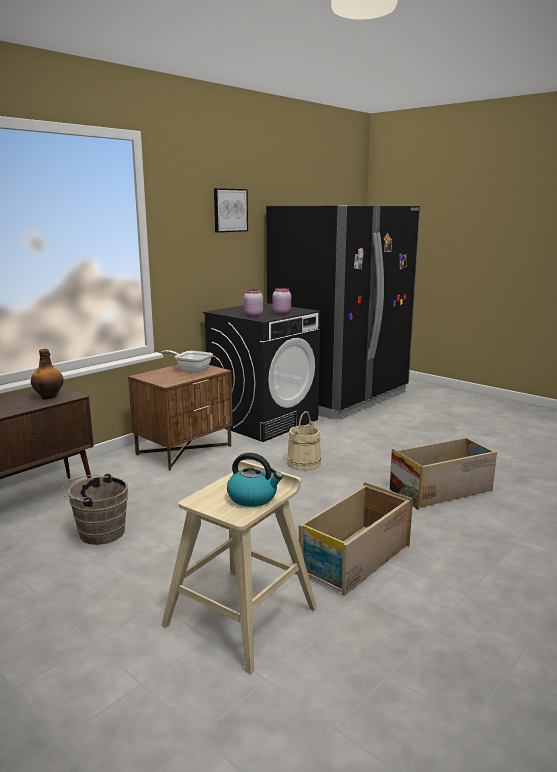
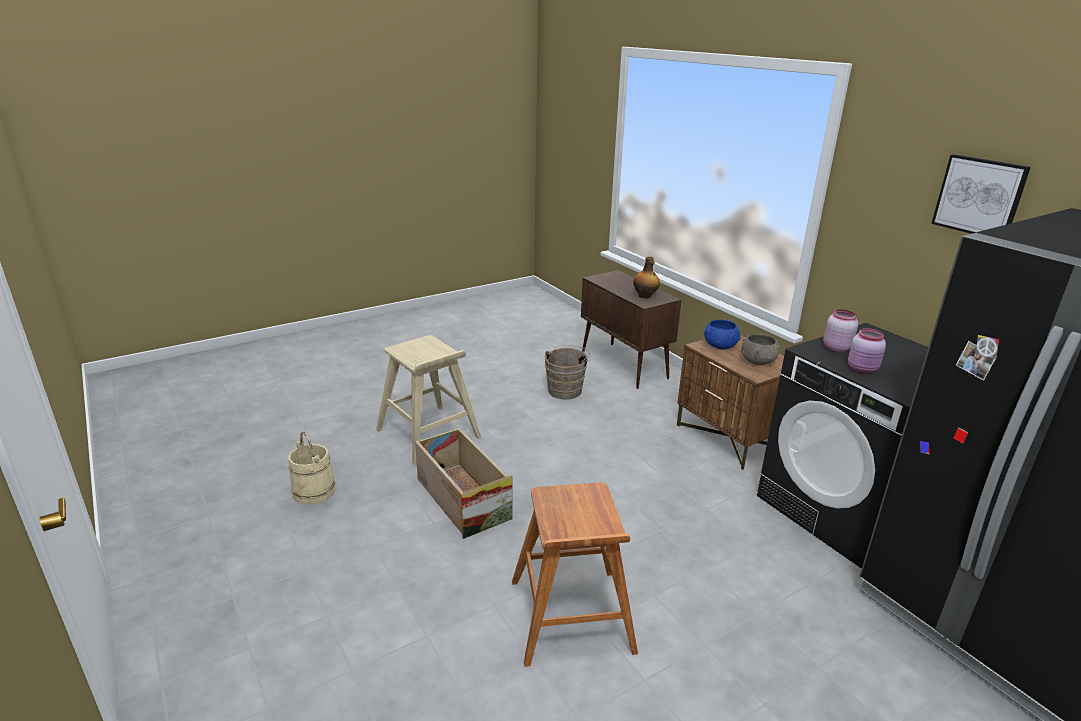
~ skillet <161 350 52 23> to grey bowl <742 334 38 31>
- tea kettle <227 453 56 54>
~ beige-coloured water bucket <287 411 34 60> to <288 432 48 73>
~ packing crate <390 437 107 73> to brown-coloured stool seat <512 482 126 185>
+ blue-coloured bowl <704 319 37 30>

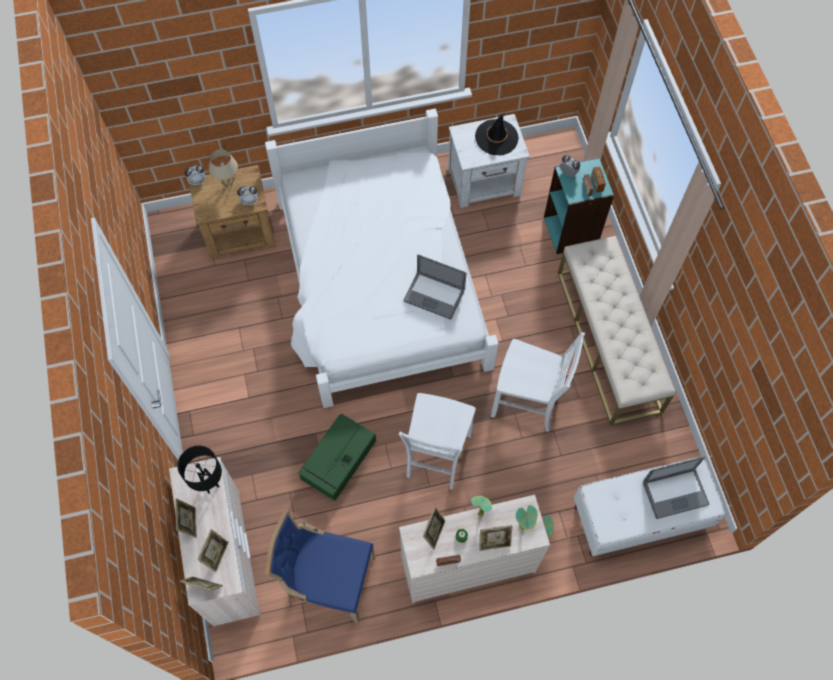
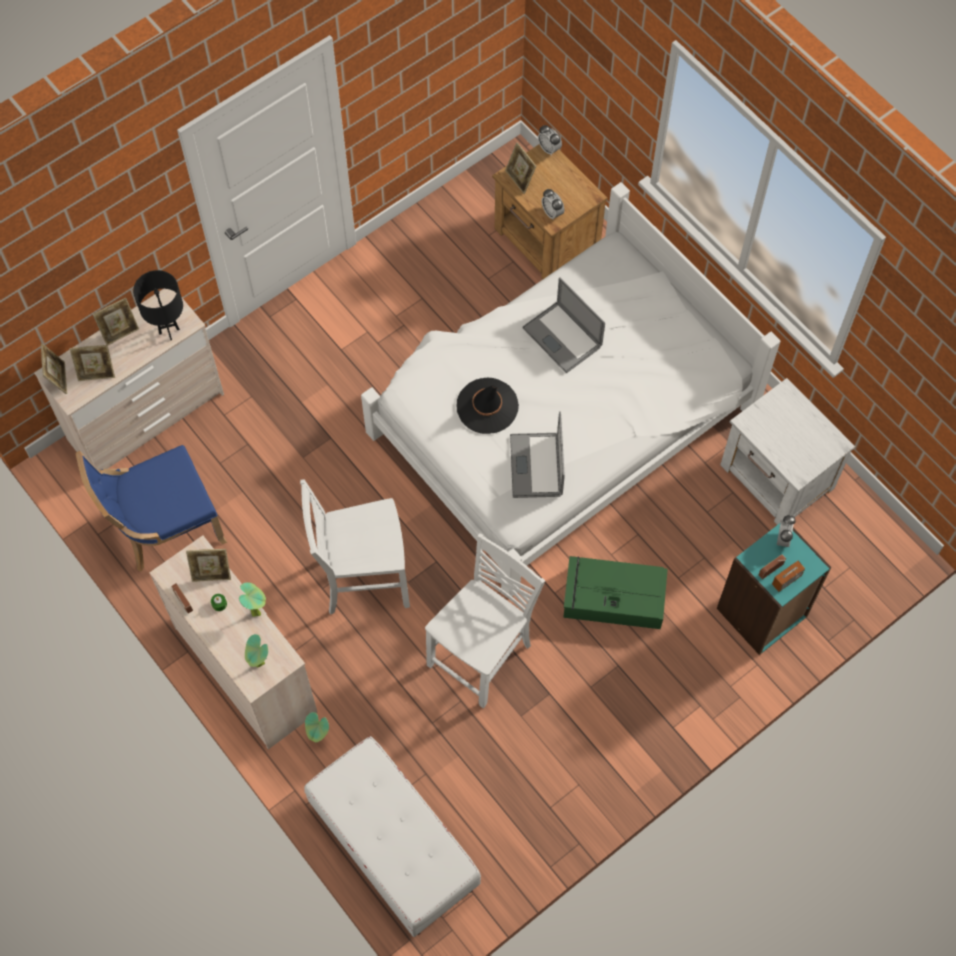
- beige-coloured table lamp <209 149 29 40>
~ blue-coloured plain chair <265 510 111 114> = <76 445 151 127> 105 degrees counterclockwise
~ greenish storage box <298 413 78 88> to <563 556 105 73>
~ black clothing hat <475 113 44 42> to <457 378 62 56>
~ photo frame <480 525 33 26> to <505 142 31 52>
~ white plain chair <491 332 94 100> = <425 533 120 175> 135 degrees counterclockwise
- beige-coloured long seat <558 236 118 189>
~ laptop <643 456 66 63> to <523 277 82 96>

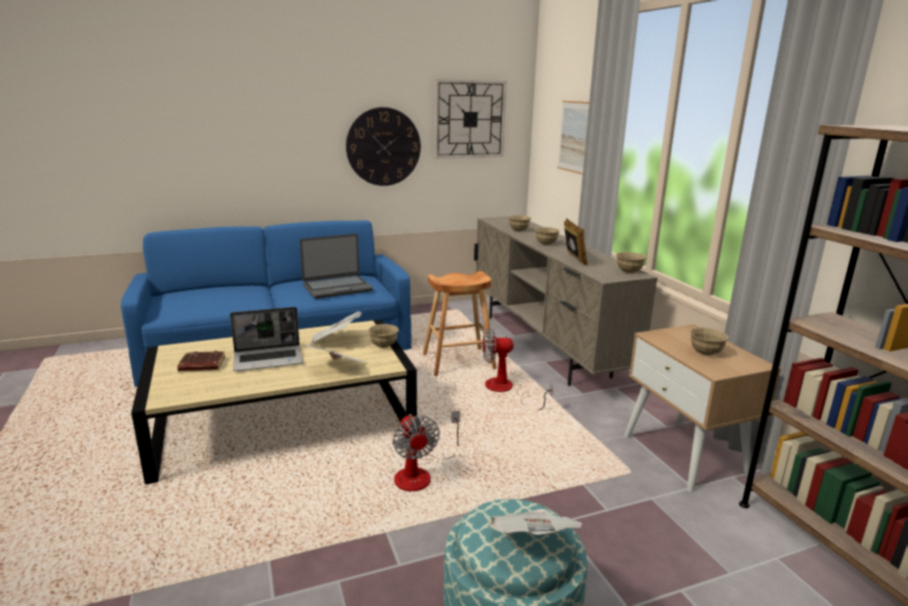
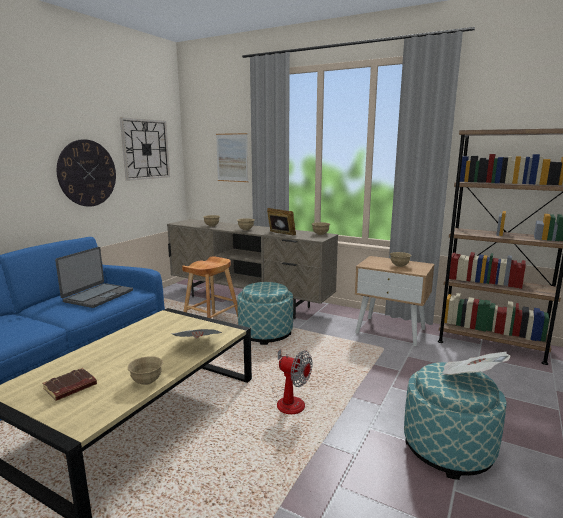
- laptop <230 307 73 64>
- daily paper <310 311 51 33>
~ beige-coloured bowl <368 324 31 24> to <128 356 35 29>
~ cooling fan <483 328 70 82> to ottoman <238 282 55 63>

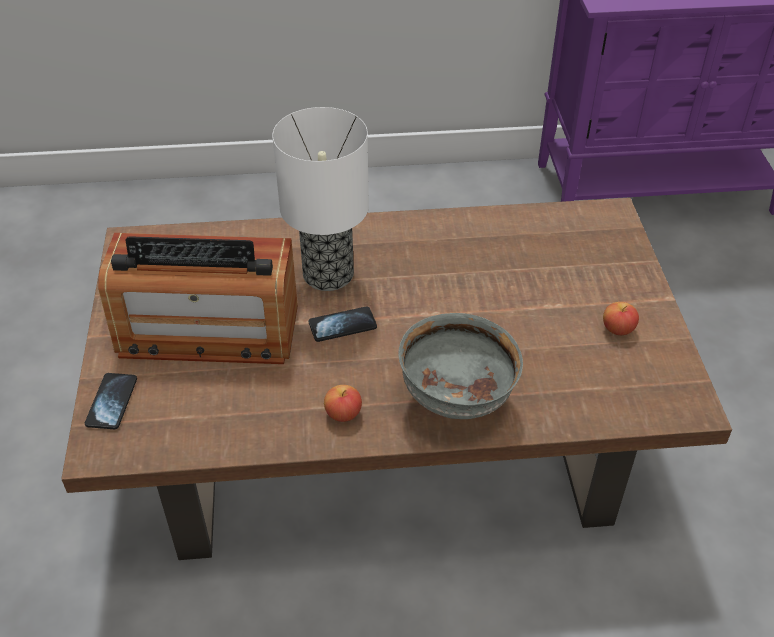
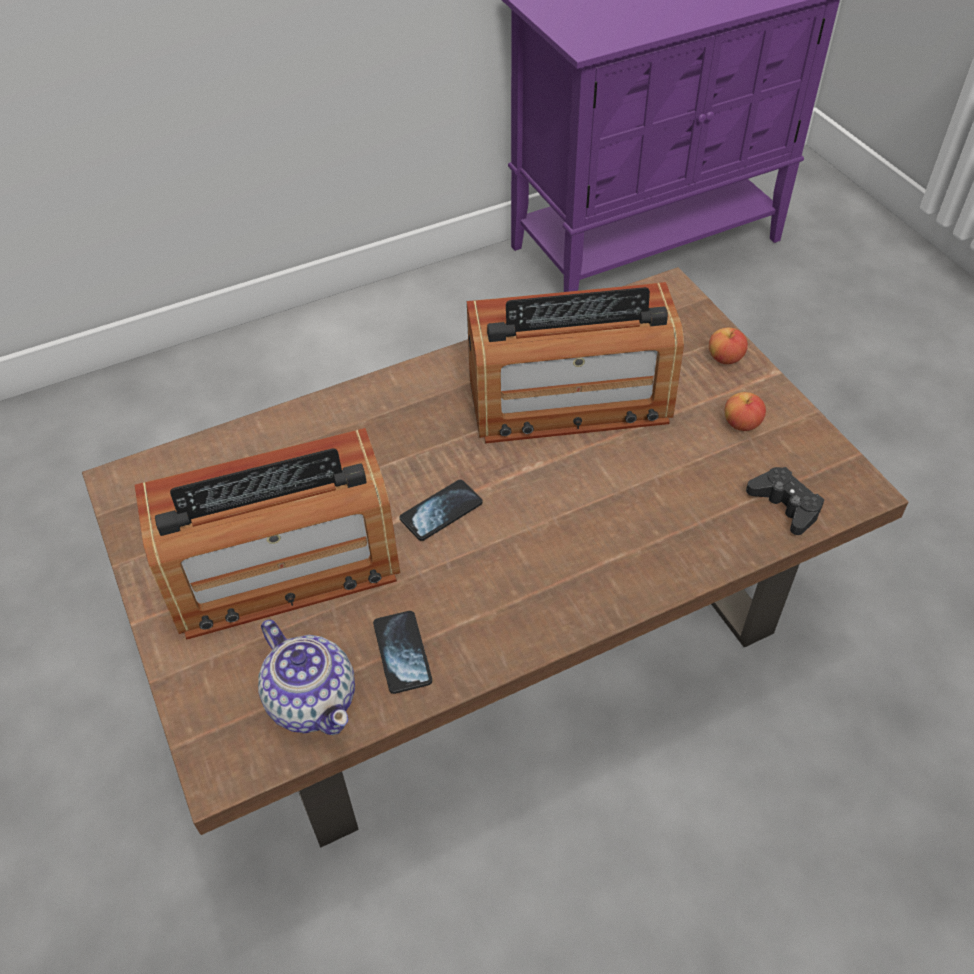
~ handset <85 373 52 56> to <373 611 59 83>
- table lamp <272 107 97 184>
~ whole apple <324 385 38 37> to <709 328 39 36>
- grey bowl <399 313 124 106>
+ teapot <258 619 97 116>
+ radio <467 282 217 161>
+ black joypad <746 467 78 68>

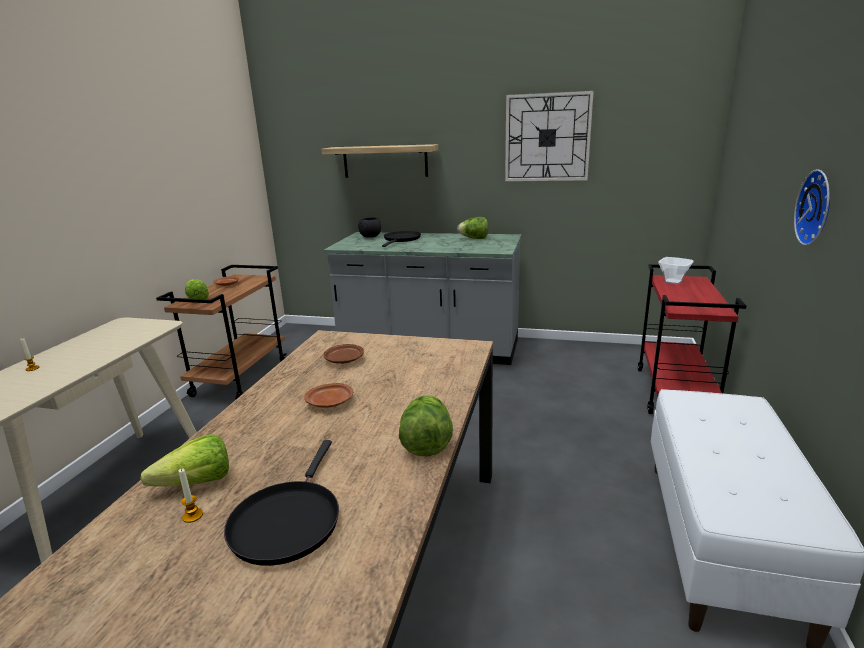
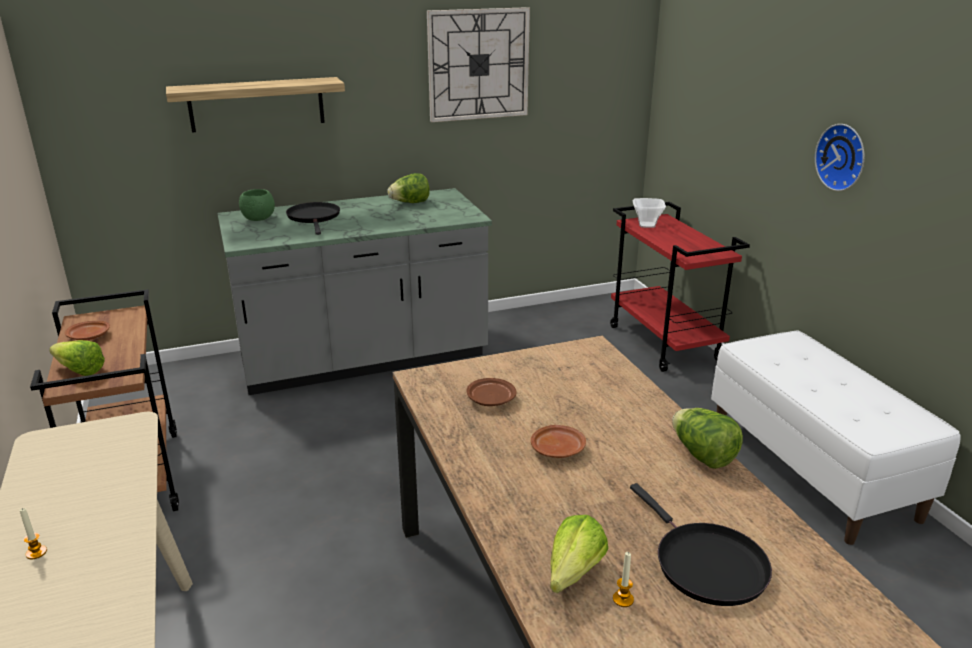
~ black bowl <358 217 23 21> to greenish bowl <239 189 36 32>

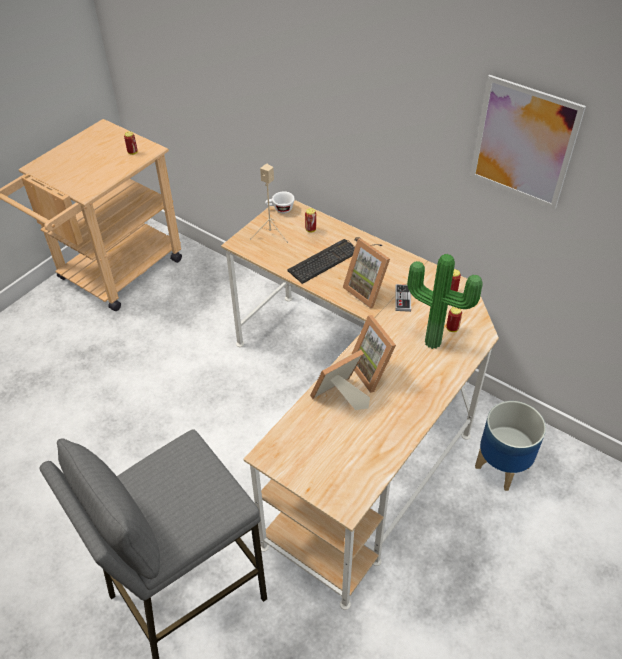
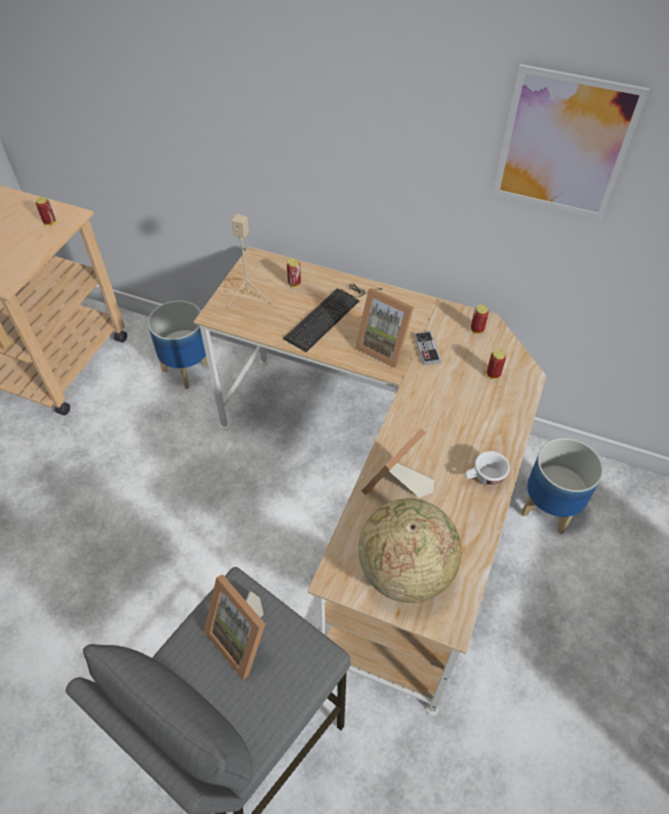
~ white small cup <265 191 30 22> to <465 451 45 35>
~ photo frame <351 315 45 78> to <204 574 61 106>
- houseplant <407 254 76 95>
+ plant pot <148 300 61 89>
+ globe <358 498 104 105>

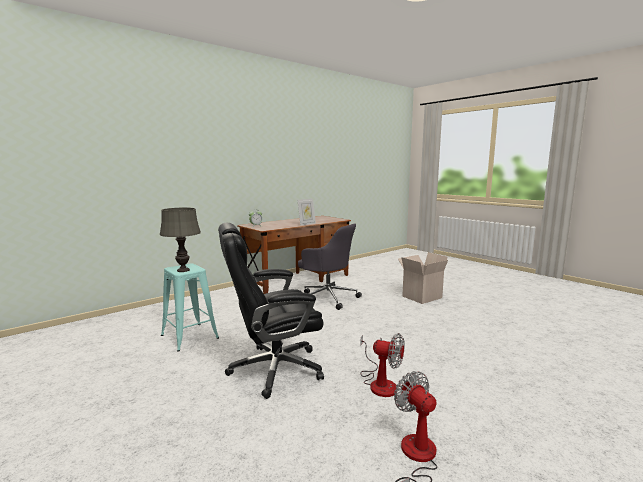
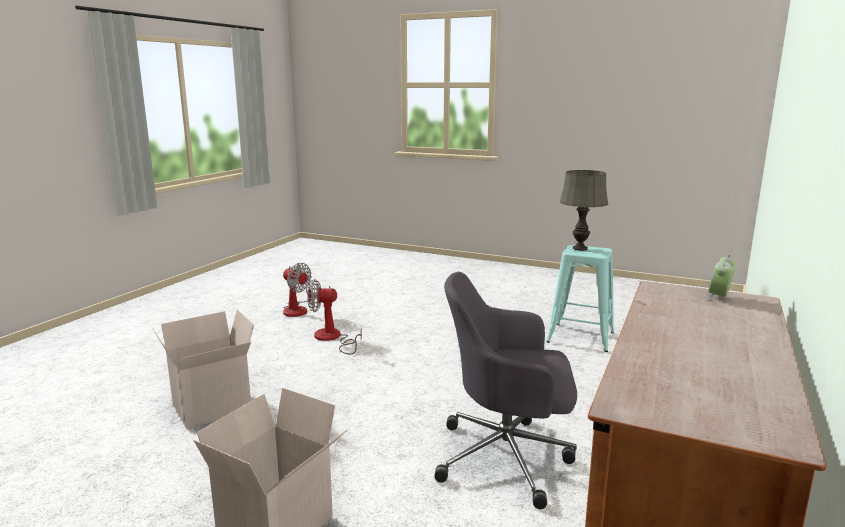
- black computer chair <218 223 106 176>
- photo frame <298 199 18 27>
+ cardboard box <152 309 102 120>

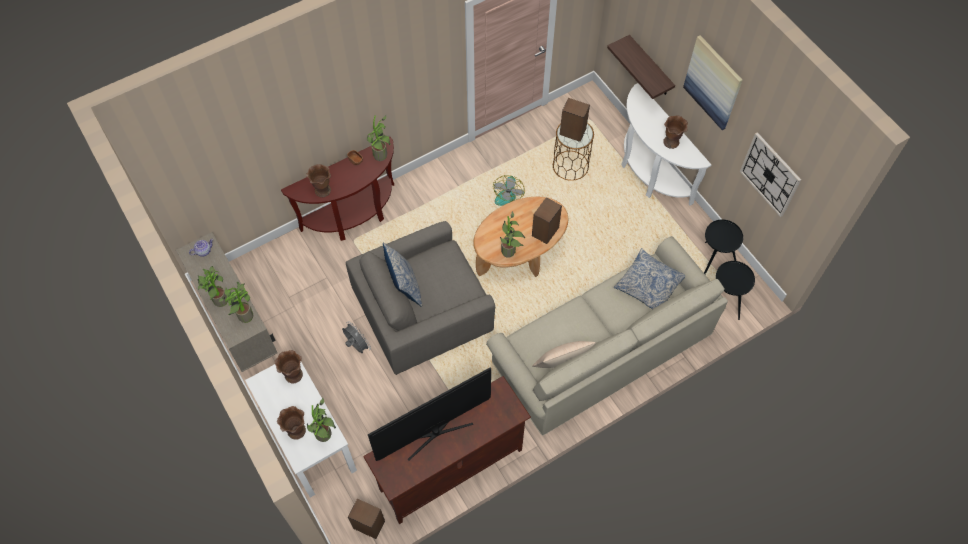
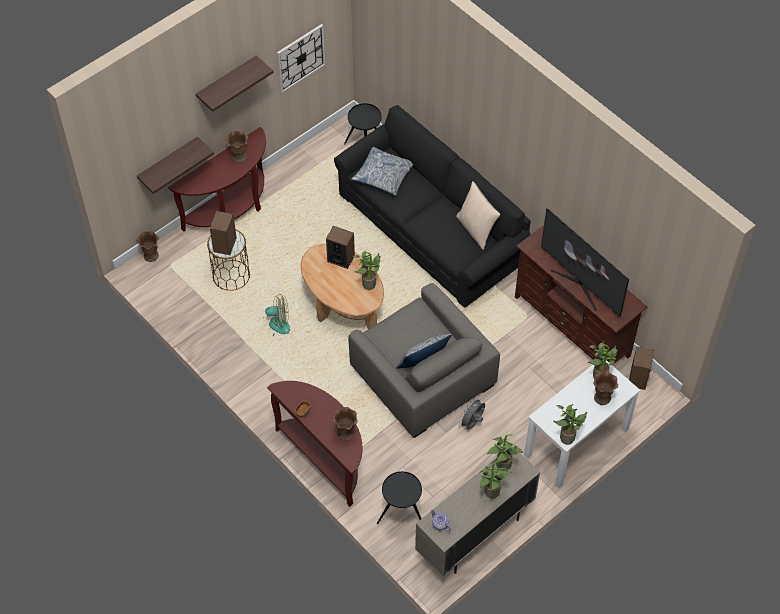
~ brown-coloured decorative vase <275 350 28 34> to <137 231 22 31>
~ houseplant <367 115 23 46> to <553 404 35 41>
~ beige-coloured sofa <486 236 242 199> to black sofa <334 105 197 203>
~ white hall table <621 83 90 123> to brown-coloured hall table <168 127 98 105>
~ wall art <683 35 59 95> to wall shelf <196 56 77 56>
~ black end table <704 219 39 55> to <377 471 45 53>

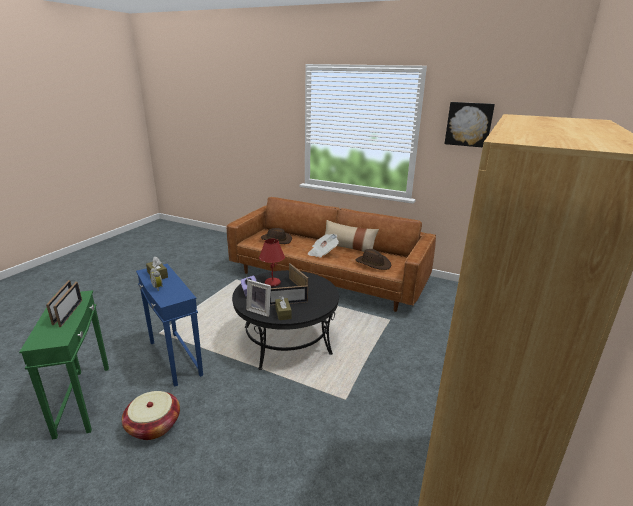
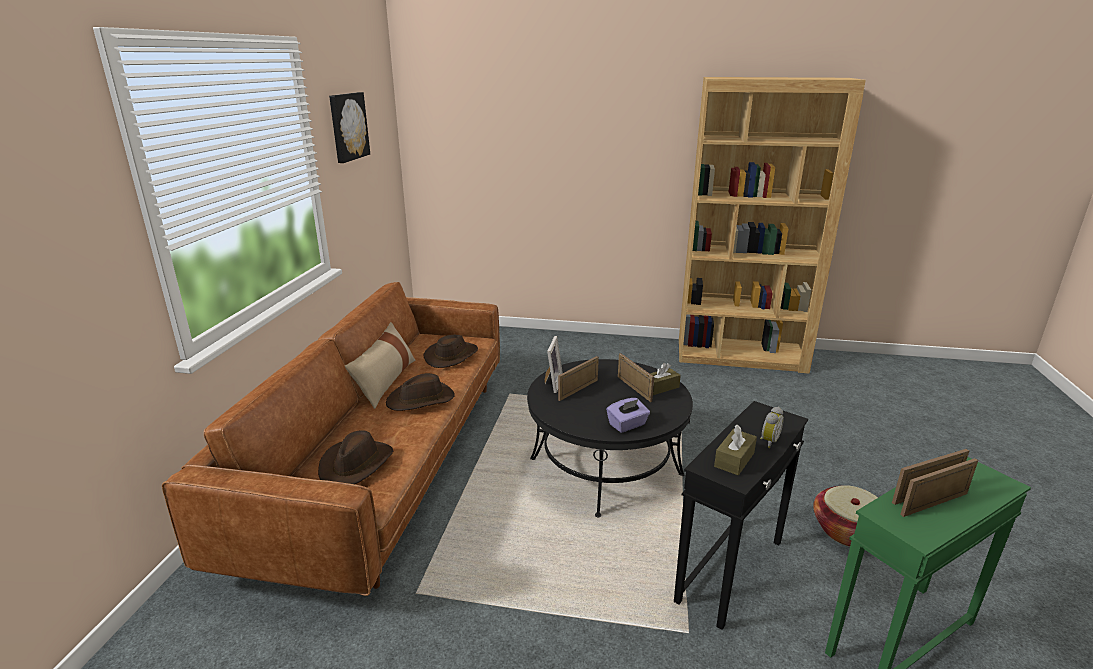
~ blue-coloured end table <136 264 67 123> to black end table <674 401 134 229>
~ photo frame <246 279 25 38> to <545 336 18 57>
- red table lamp <259 239 26 48>
~ daily paper <308 234 31 23> to brown-coloured clothing hat <386 373 69 38>

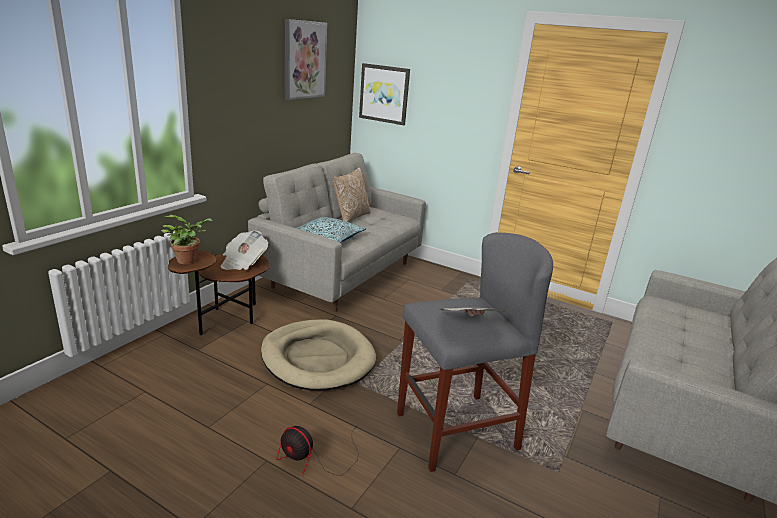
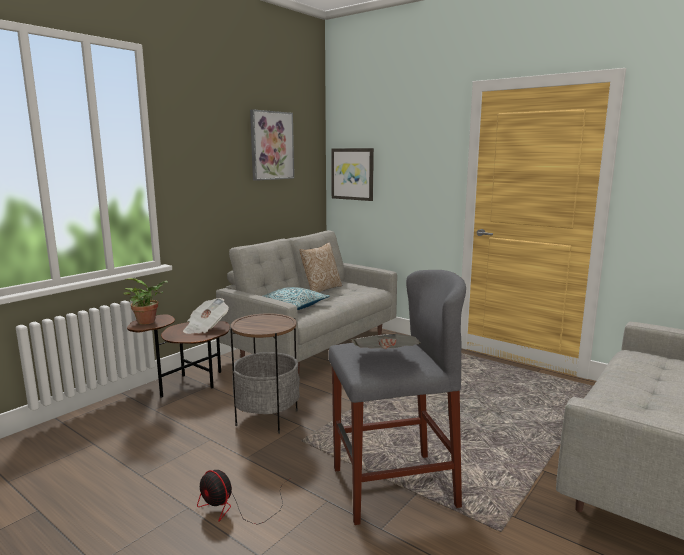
~ beige-coloured pet bed <261 320 115 71> to end table <230 313 70 121>

